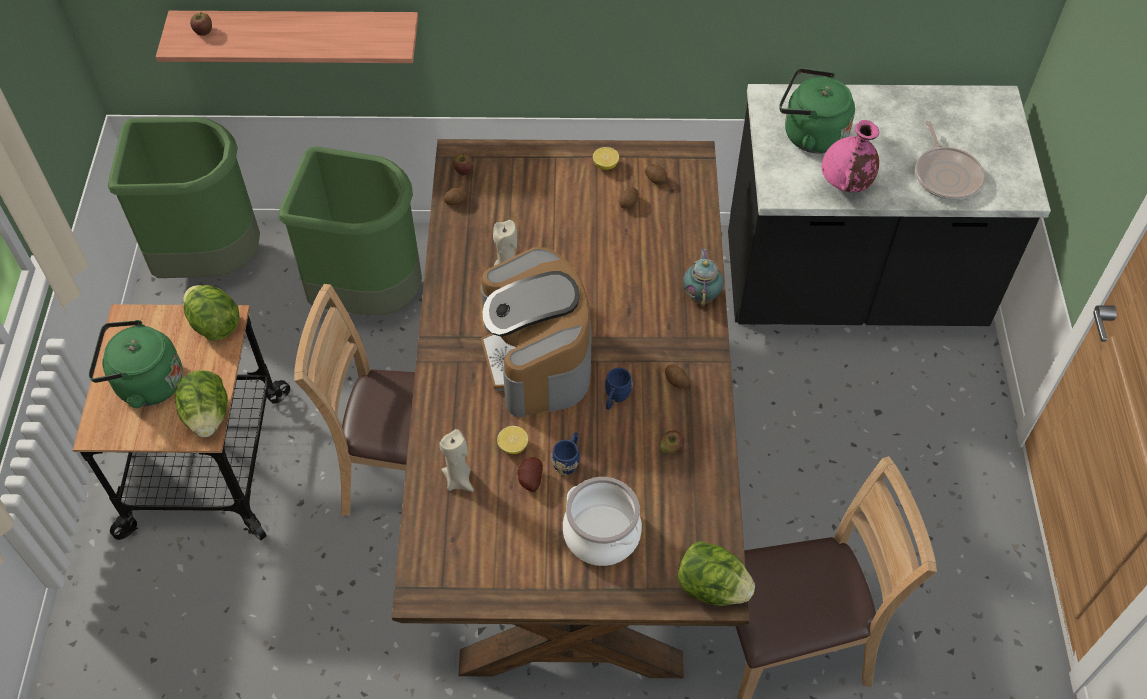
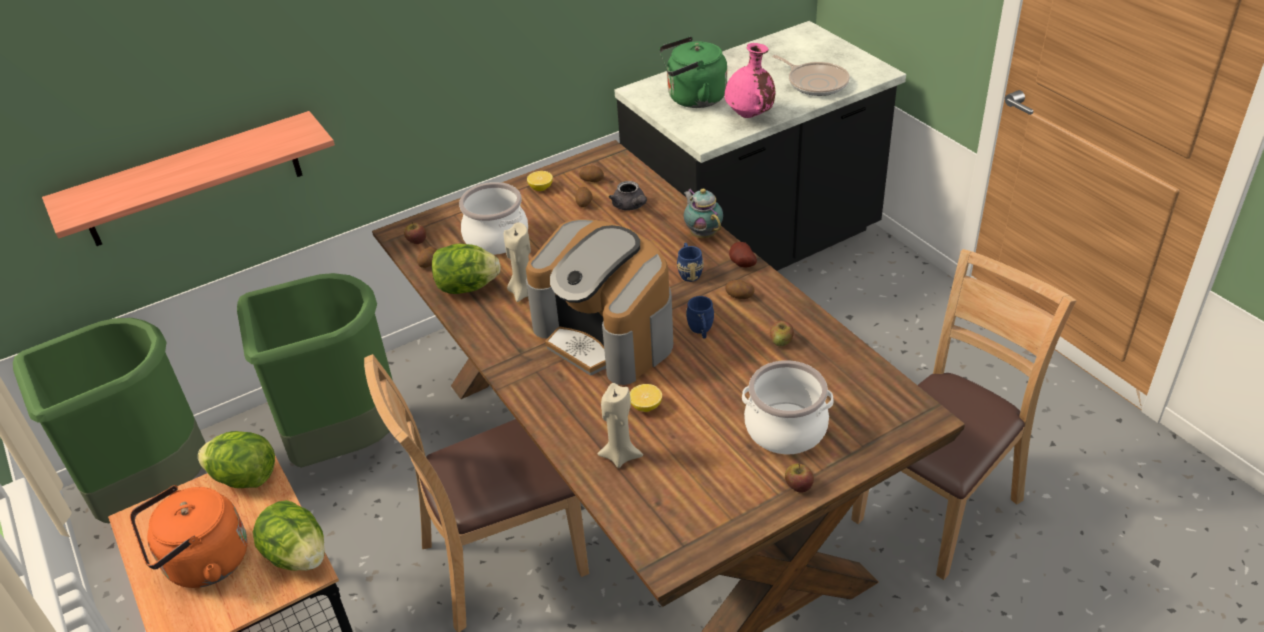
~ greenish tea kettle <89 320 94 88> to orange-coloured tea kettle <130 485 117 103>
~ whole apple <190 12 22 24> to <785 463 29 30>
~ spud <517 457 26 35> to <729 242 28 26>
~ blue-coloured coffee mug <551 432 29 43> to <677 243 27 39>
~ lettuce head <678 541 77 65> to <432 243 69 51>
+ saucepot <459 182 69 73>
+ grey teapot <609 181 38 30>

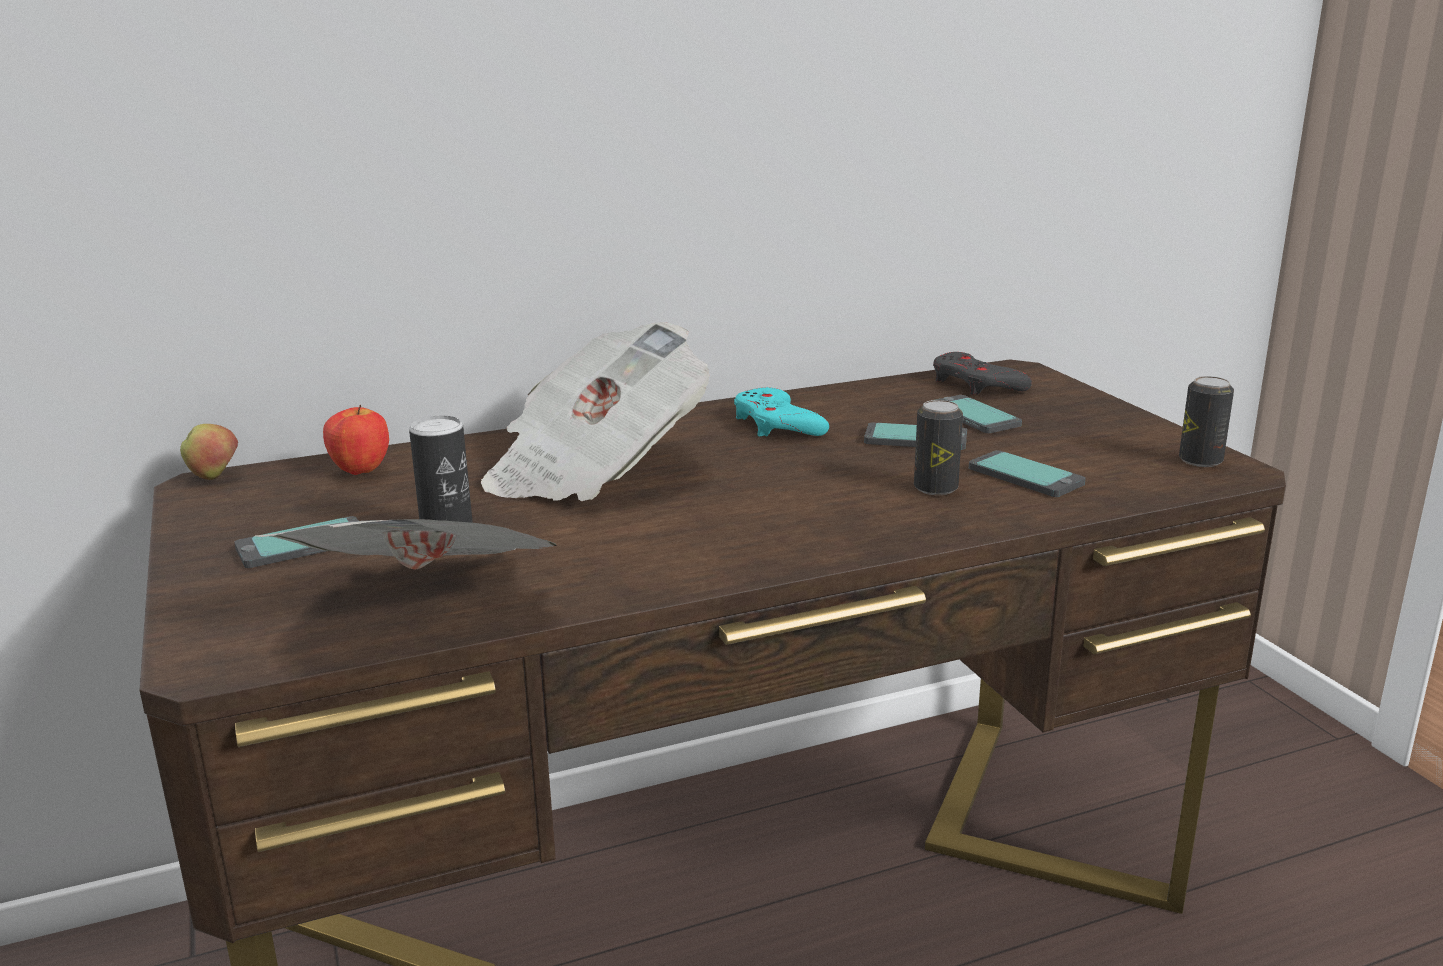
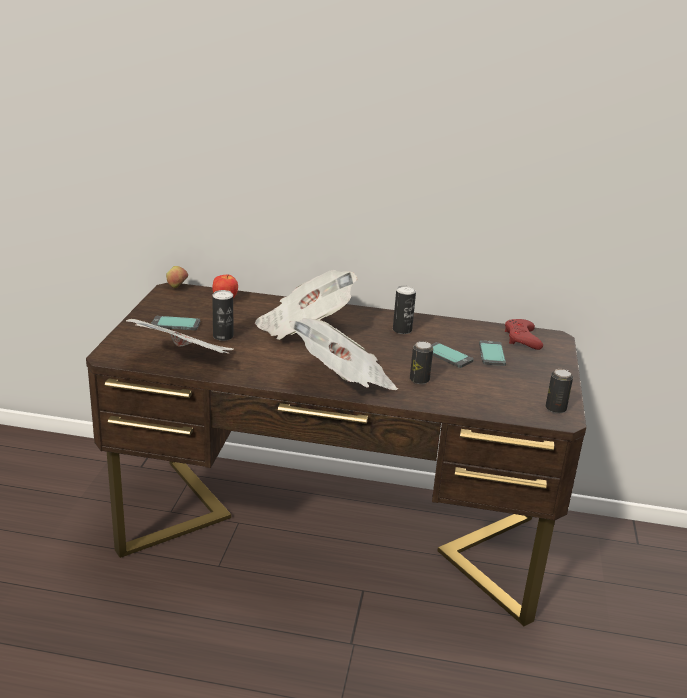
~ turquoise-coloured joypad <734 387 95 50> to can <393 286 23 48>
~ grey joypad <933 352 99 43> to red joypad <505 319 38 31>
- handset <969 450 117 47>
+ daily paper <289 318 109 72>

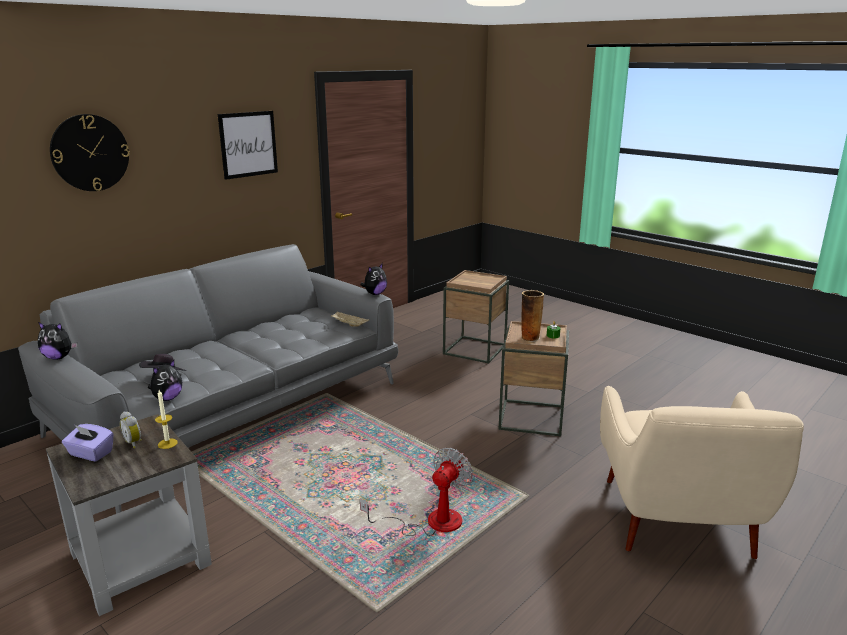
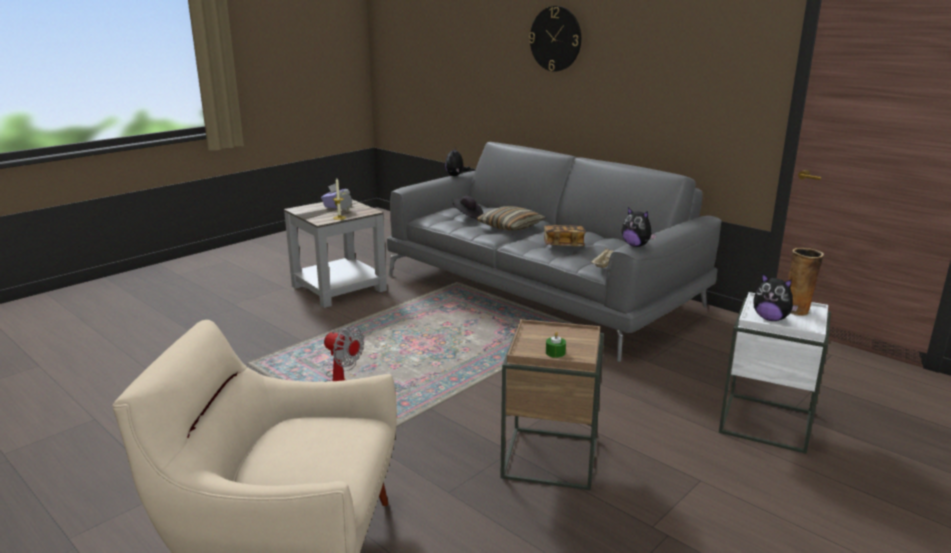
~ plush toy <148 360 34 41> to <753 273 46 48>
- wall art <218 111 60 69>
~ brown-coloured end table <443 270 66 94> to white end table <719 292 112 162>
~ decorative vase <521 290 23 52> to <788 248 36 68>
+ throw pillow <476 206 70 25>
+ volume <544 225 42 21>

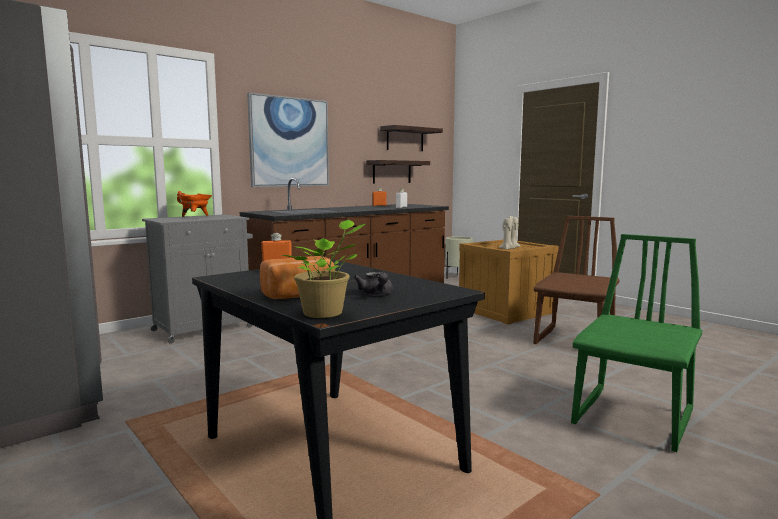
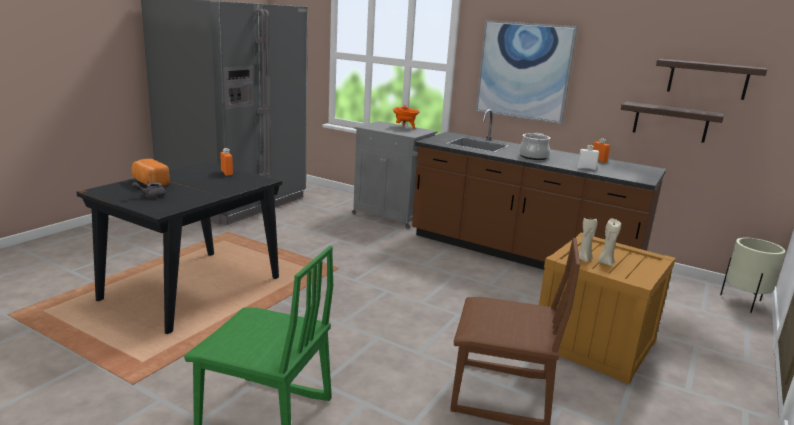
- houseplant <282 220 83 98>
+ saucepot <519 133 31 27>

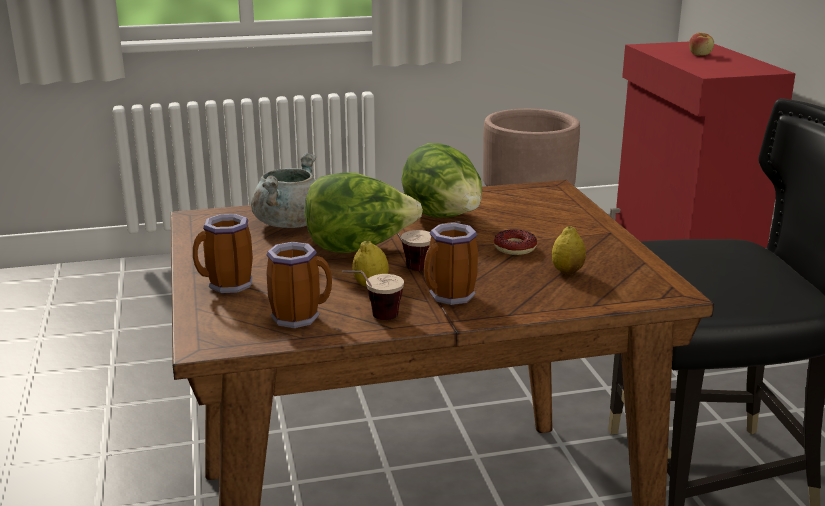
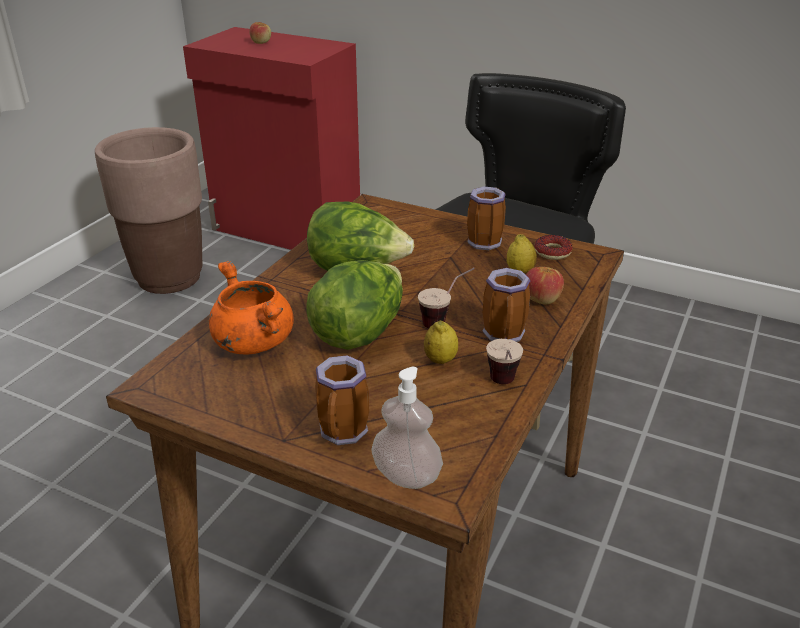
~ grey saucepot <251 153 65 75> to orange-coloured saucepot <209 261 85 94>
~ coffee mug <266 242 66 86> to <467 186 39 64>
~ doughnut <494 229 43 26> to <535 235 38 25>
+ soap bottle <371 367 72 122>
+ whole apple <526 267 38 38>

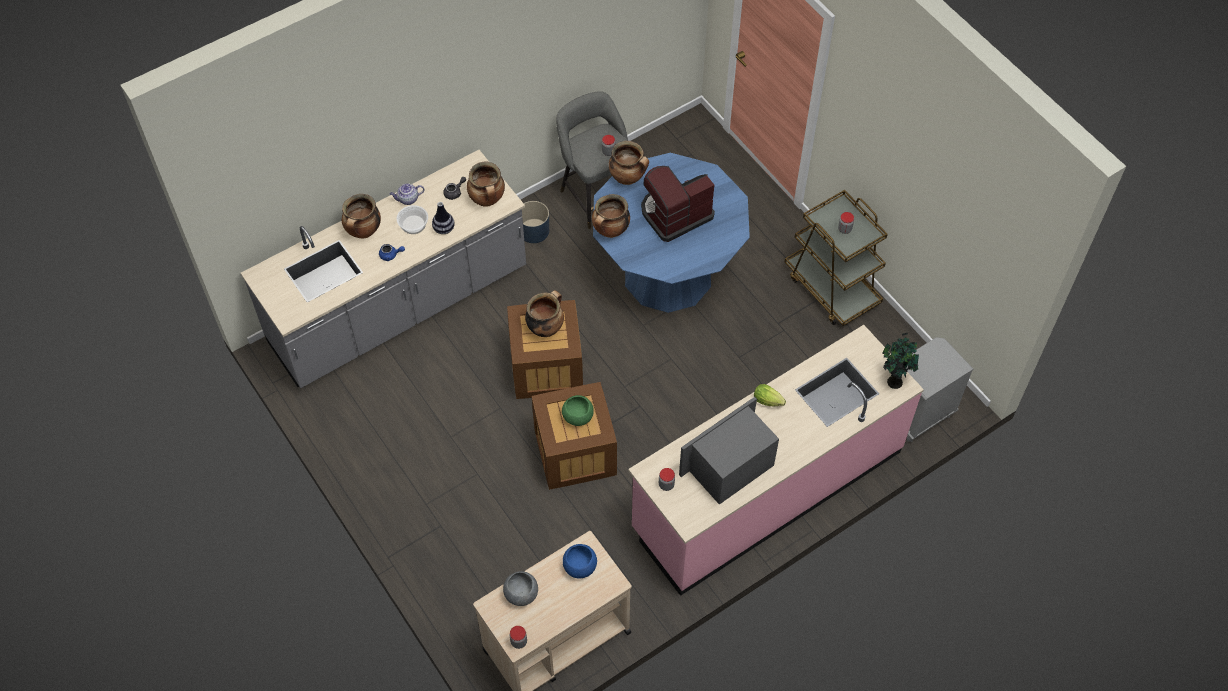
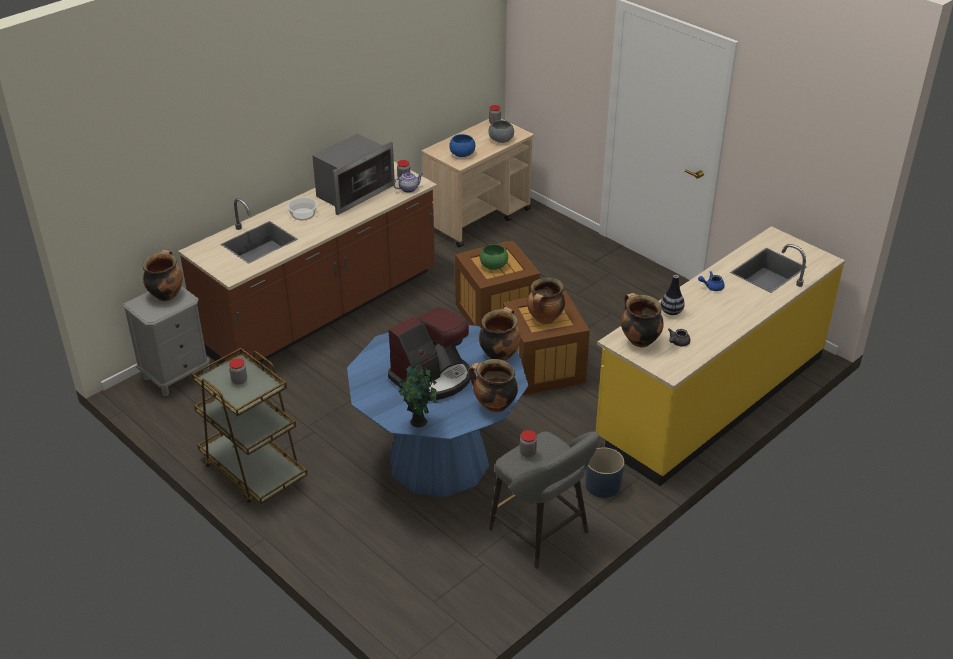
~ grey counter <241 150 285 238> to yellowish counter <596 226 249 260>
~ saucepot <342 194 39 44> to <143 250 40 51>
~ teapot <390 183 34 22> to <393 172 30 21>
~ bowl <397 205 31 29> to <287 197 30 23>
~ pink counter <628 325 296 271> to brown-coloured counter <178 161 259 203>
- lettuce head <754 384 32 22>
~ houseplant <882 333 37 56> to <399 363 39 65>

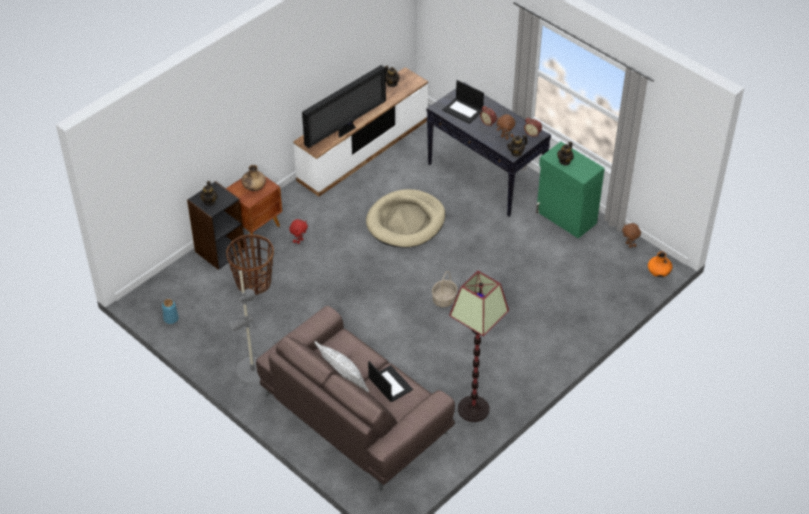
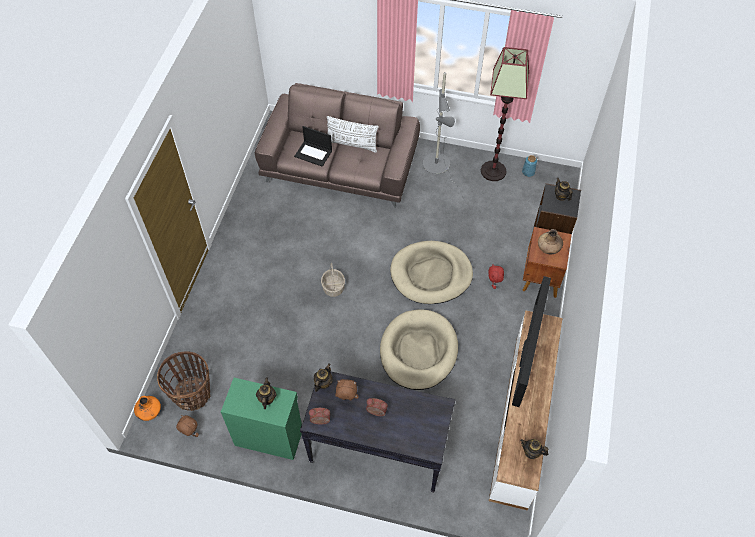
~ basket <226 234 48 61> to <157 351 53 60>
- laptop <443 80 41 44>
~ standard lamp <449 271 60 151> to <481 47 48 134>
+ beige-coloured pet bed <390 241 83 63>

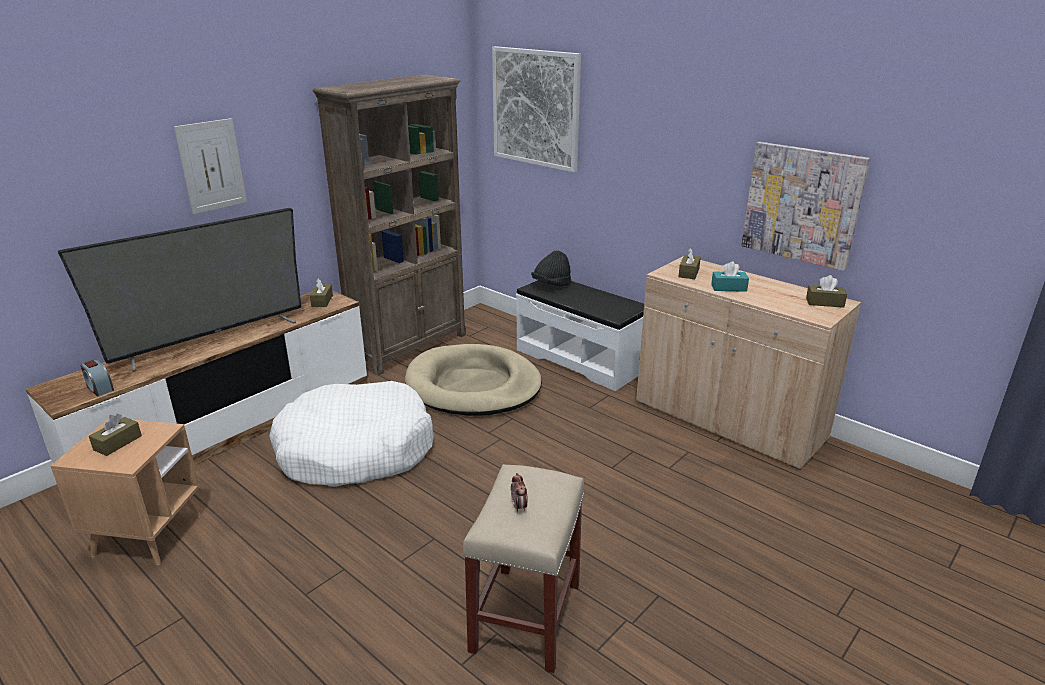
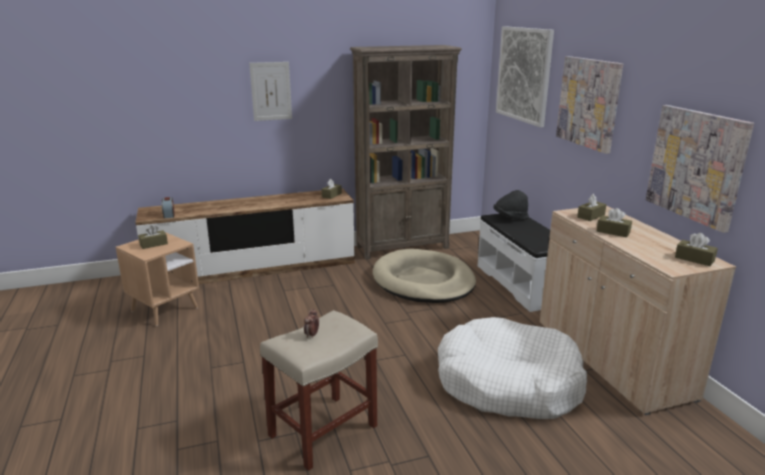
- television <58 208 243 164>
~ white pet bed <269 381 165 106> to <438 317 149 102>
~ turquoise-coloured tissue holder <711 261 38 31> to brown-coloured tissue holder <597 208 35 29>
+ wall art <556 56 67 98>

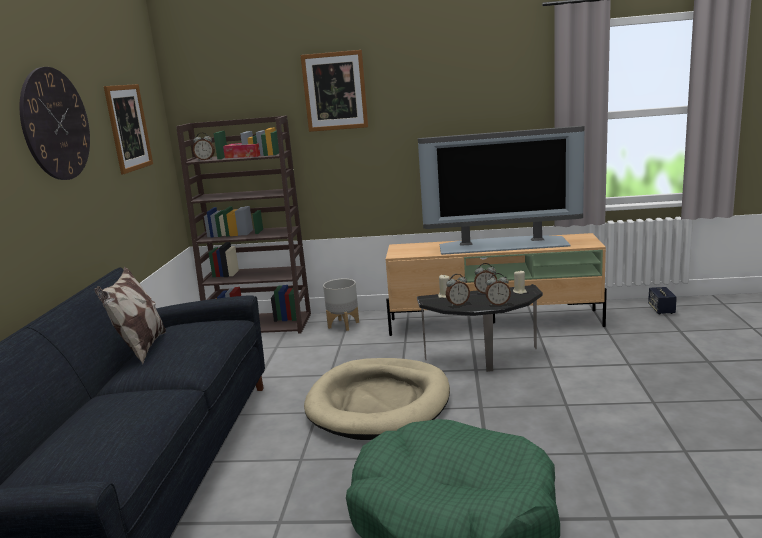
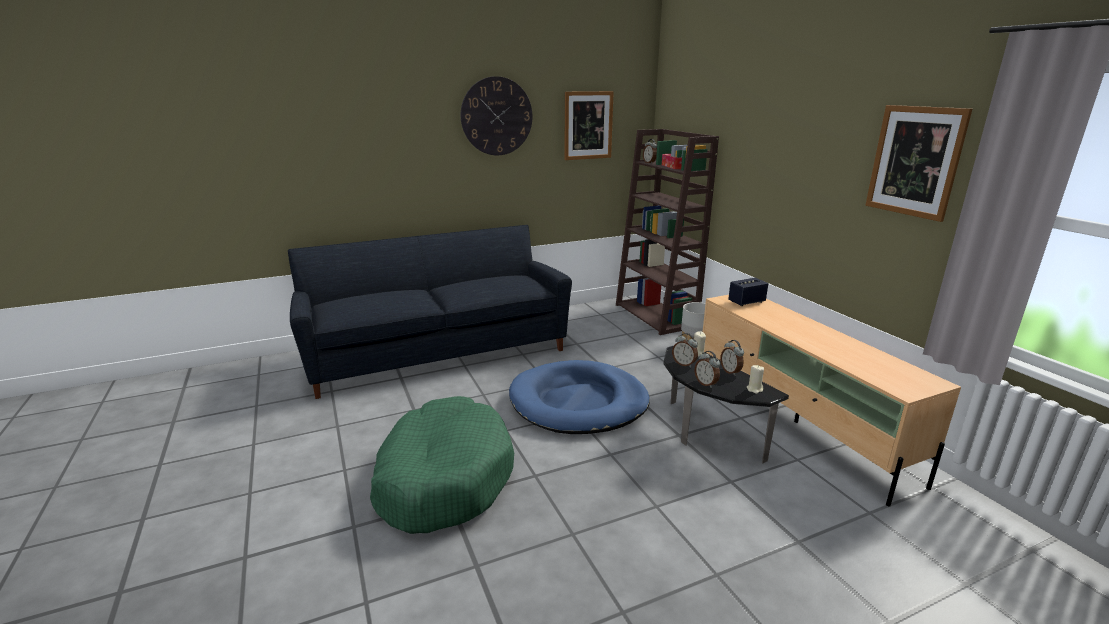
- throw pillow <95 267 71 97>
~ wall art <300 50 68 82> to <865 105 107 117>
~ beige-coloured pet bed <304 358 146 82> to blue-coloured pet bed <509 360 141 74>
- television <418 126 166 129>
~ speaker <648 287 29 27> to <728 278 40 28>

